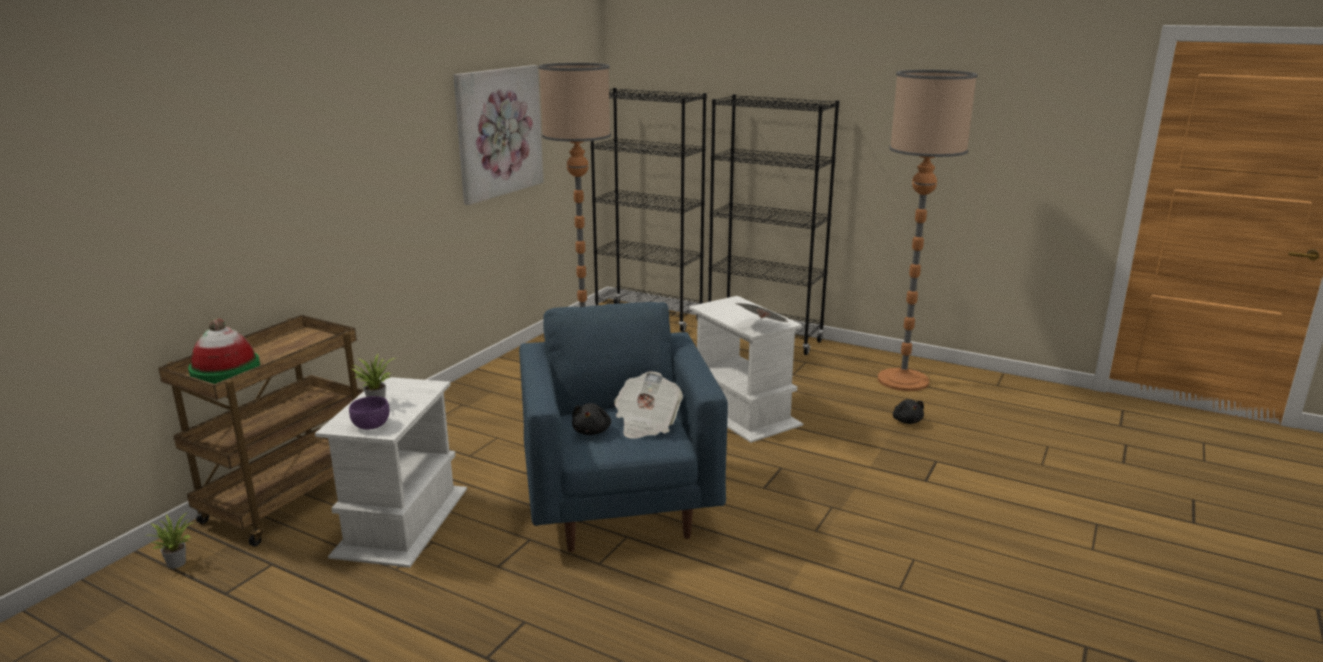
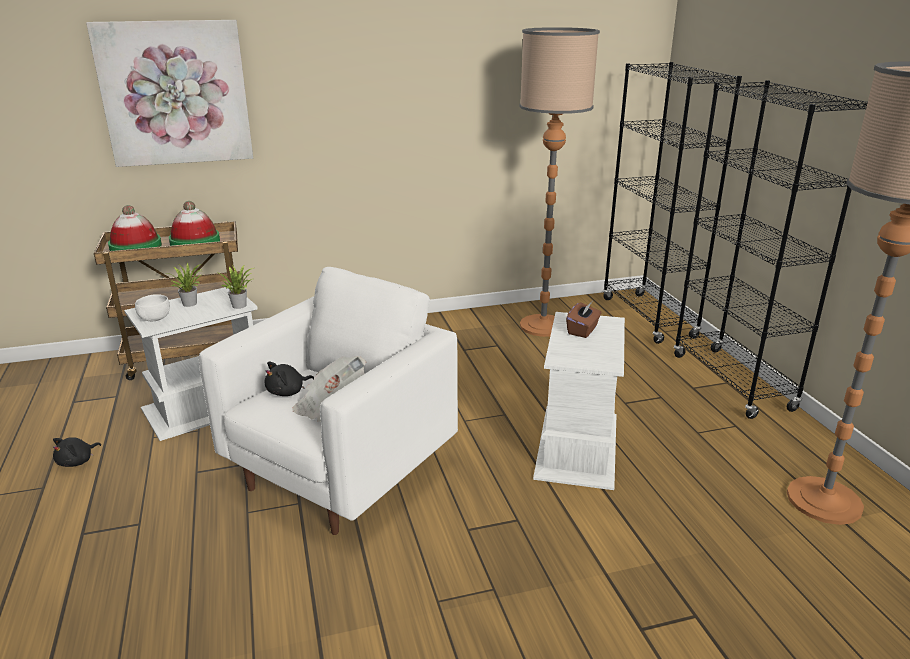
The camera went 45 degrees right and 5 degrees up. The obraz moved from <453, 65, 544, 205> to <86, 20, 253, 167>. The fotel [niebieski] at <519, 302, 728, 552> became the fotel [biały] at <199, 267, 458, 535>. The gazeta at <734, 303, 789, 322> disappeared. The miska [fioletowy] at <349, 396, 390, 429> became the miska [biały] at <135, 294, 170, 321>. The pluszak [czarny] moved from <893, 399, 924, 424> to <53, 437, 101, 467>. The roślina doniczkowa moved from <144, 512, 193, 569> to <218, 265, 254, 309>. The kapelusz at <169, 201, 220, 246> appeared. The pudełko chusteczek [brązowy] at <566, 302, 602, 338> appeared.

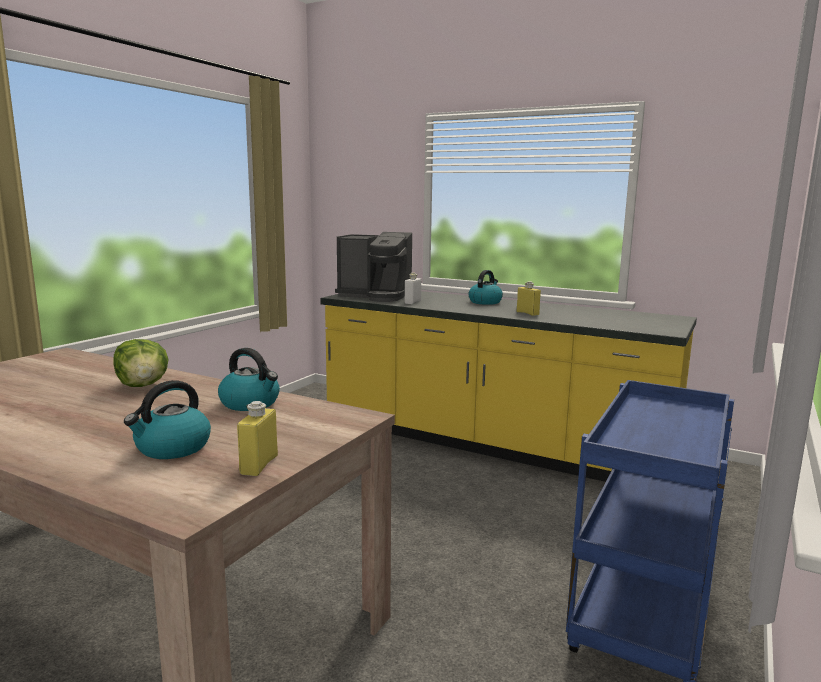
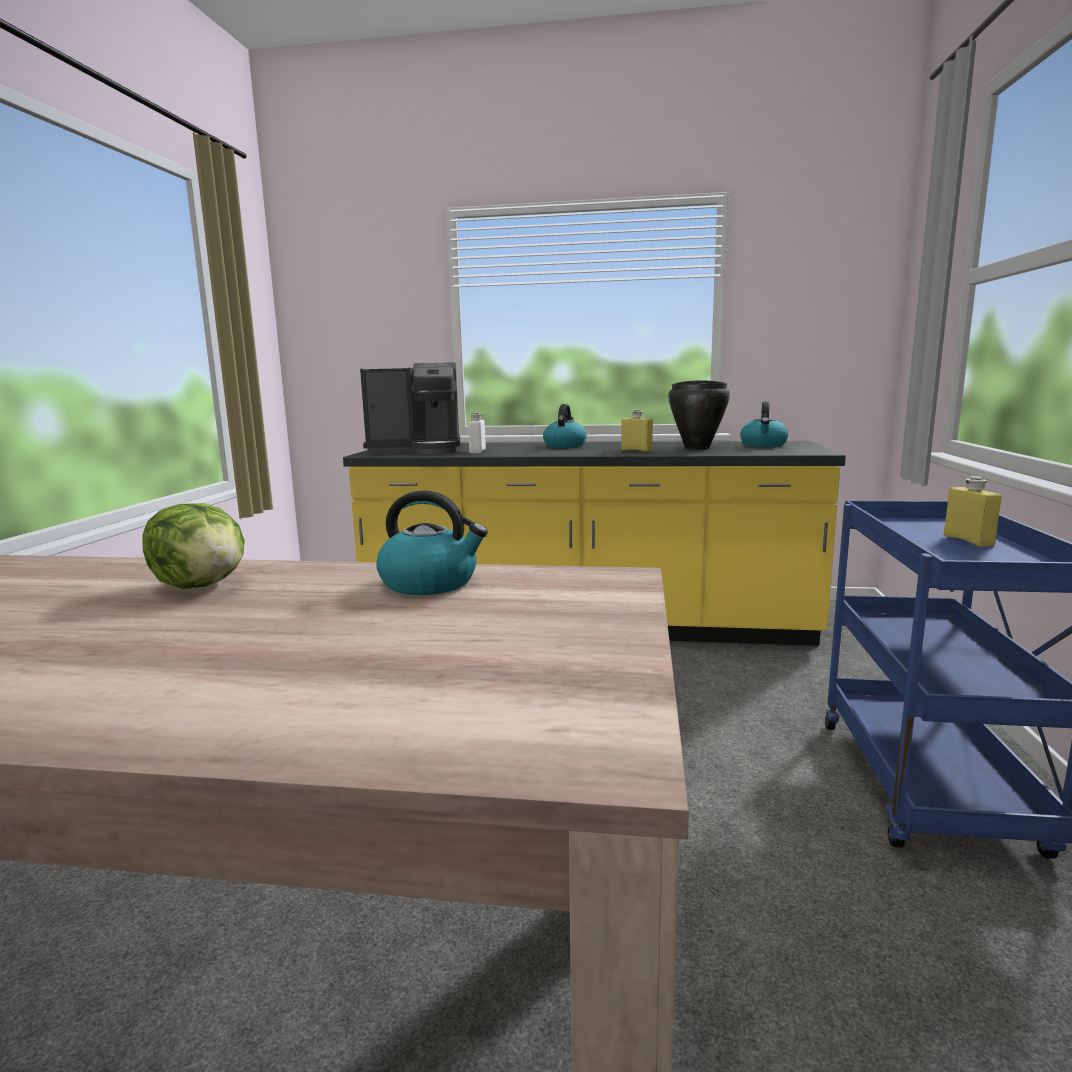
The camera went 20 degrees left and 0 degrees up. The czajnik moved from <124, 380, 211, 459> to <740, 401, 788, 447>. The butelka [żółty] moved from <237, 401, 278, 476> to <944, 476, 1002, 547>. The garnek [czarny] at <668, 380, 730, 450> appeared.

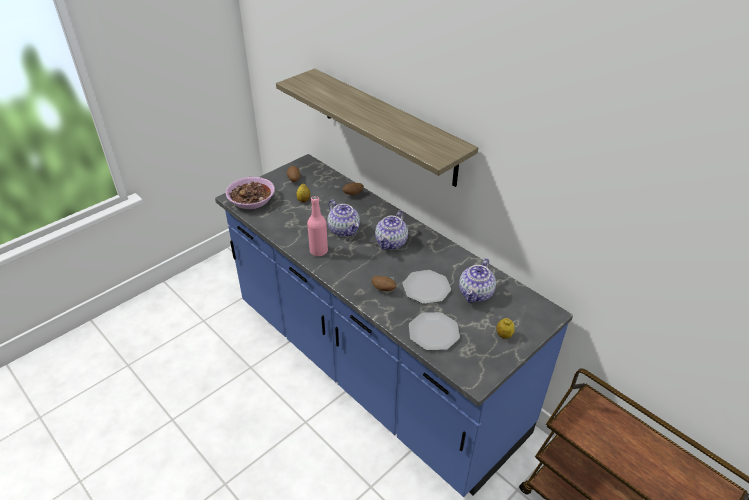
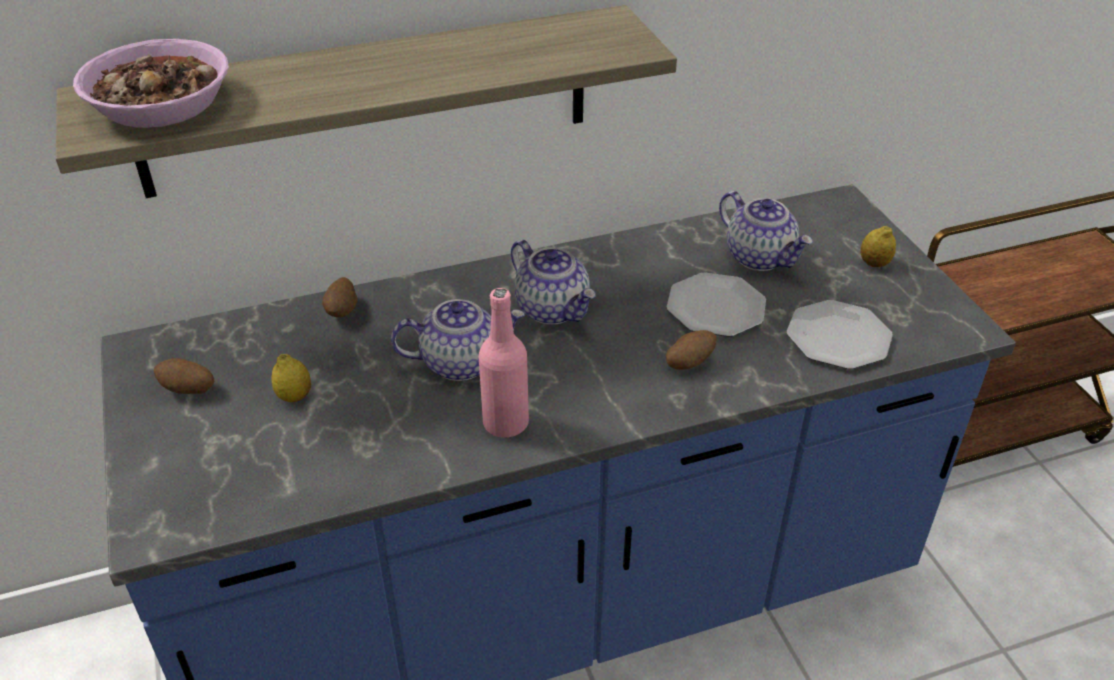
The camera went 65 degrees left and 0 degrees up. The miska moved from <225, 177, 275, 209> to <73, 39, 229, 128>.

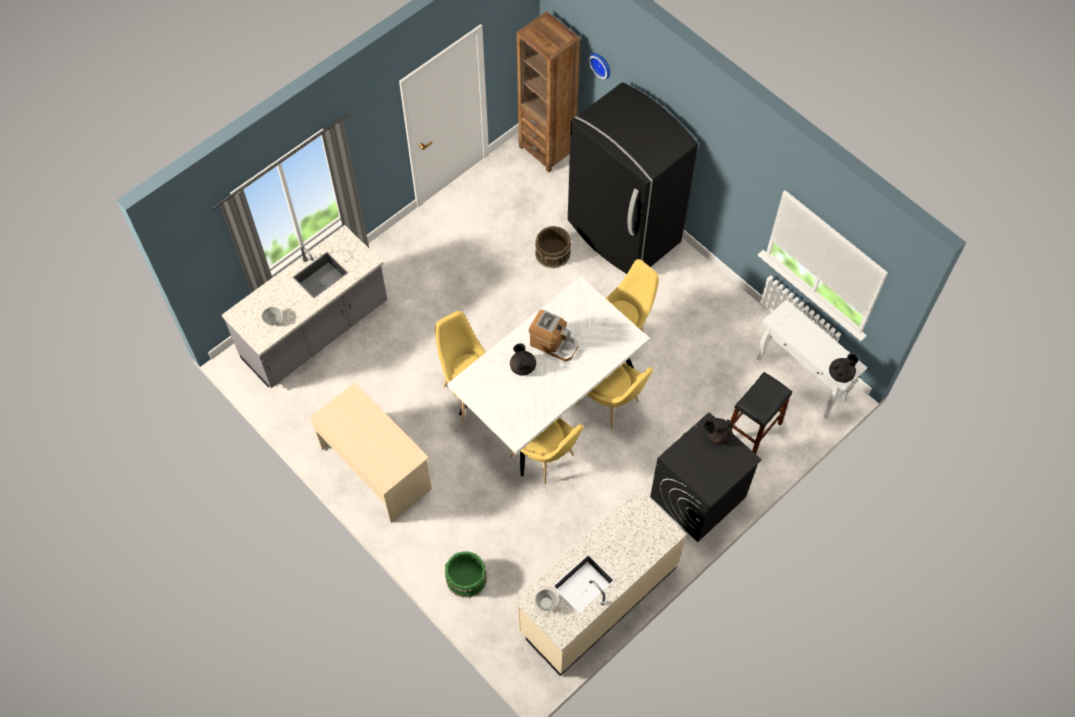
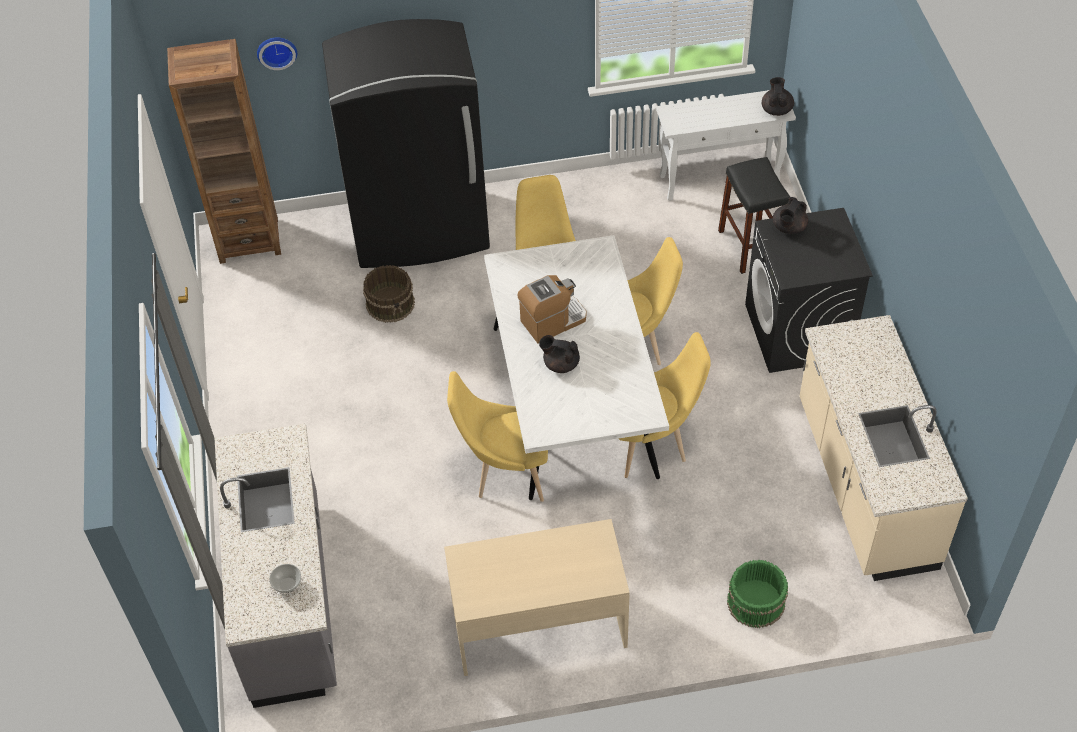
The camera went 55 degrees left and 10 degrees down. The miska at <535, 589, 557, 611> disappeared.

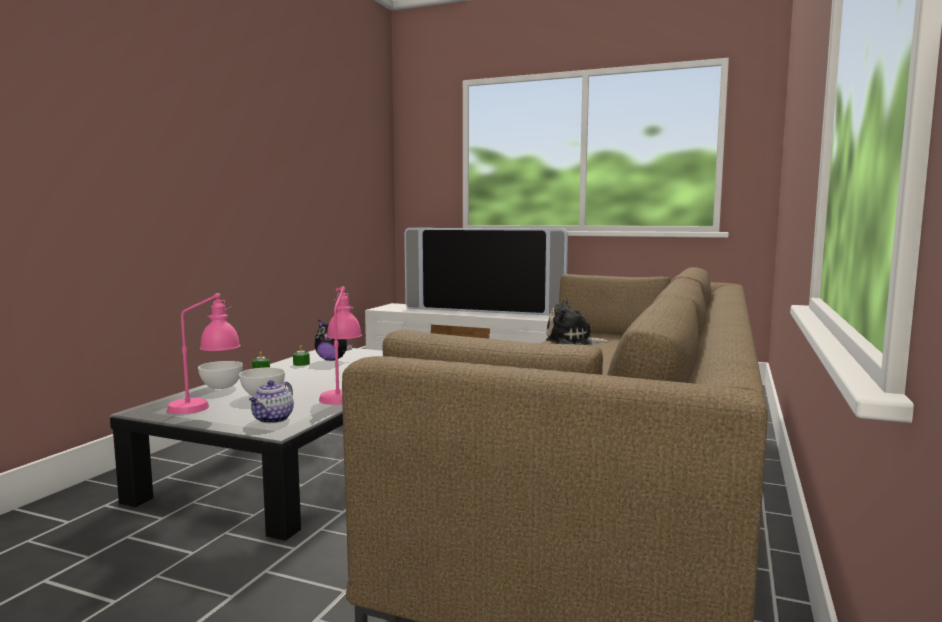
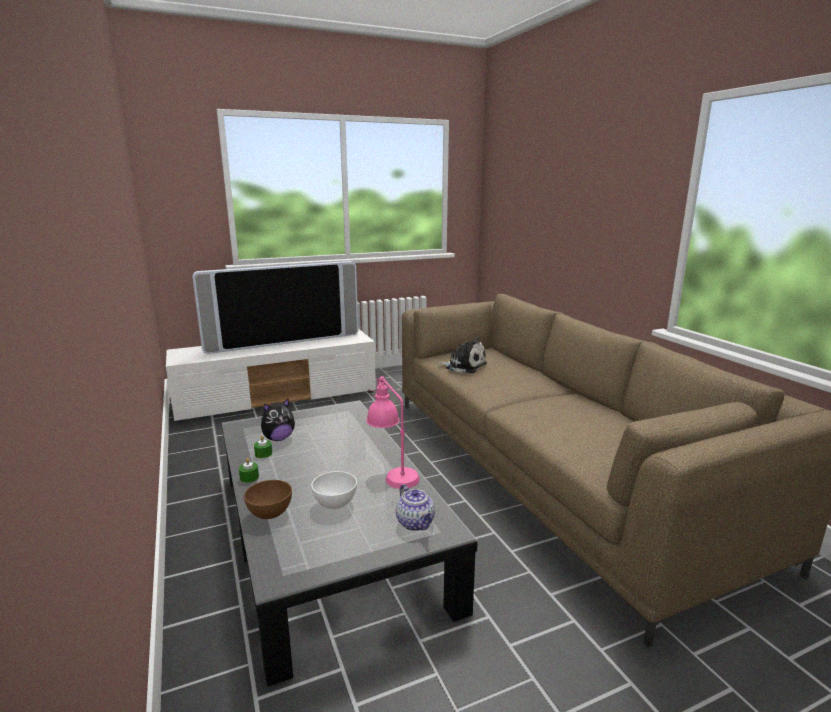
The camera went 45 degrees left and 10 degrees up. The lampa stołowa [różowy] at <167, 293, 241, 414> disappeared. The pluszak at <546, 298, 611, 345> turned 120 degrees counterclockwise. The miska [biały] at <198, 361, 243, 389> became the miska [brązowy] at <244, 480, 292, 519>.

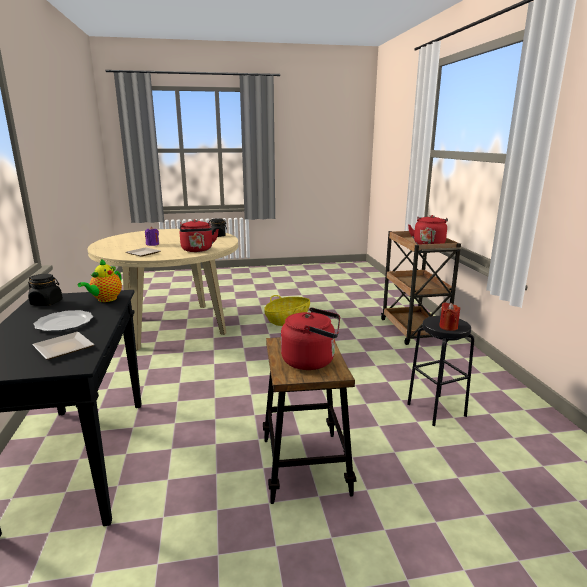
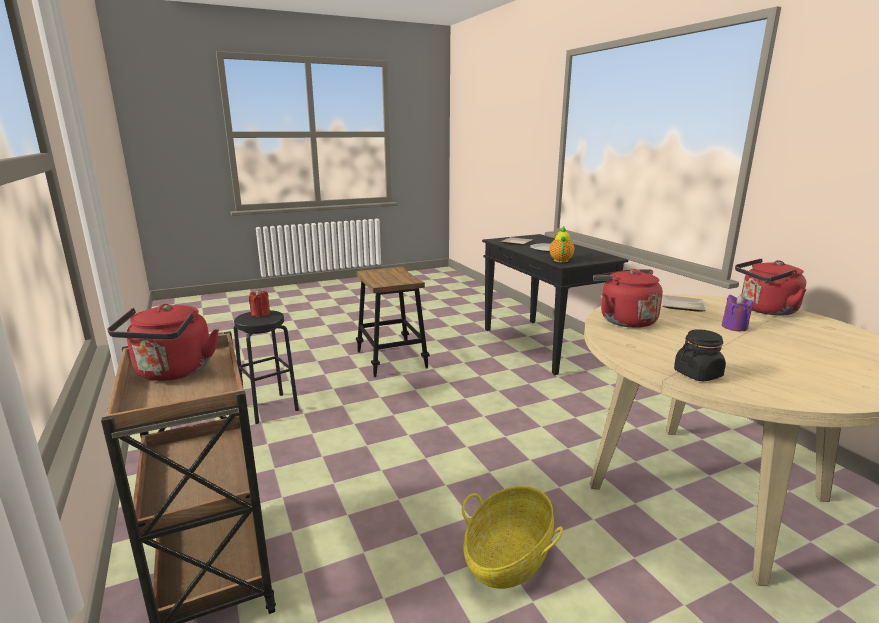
The camera went 165 degrees right and 0 degrees up. The słoik [czarny] at <28, 274, 63, 306> disappeared. The czajnik [czerwony] moved from <281, 307, 340, 370> to <735, 259, 806, 316>.

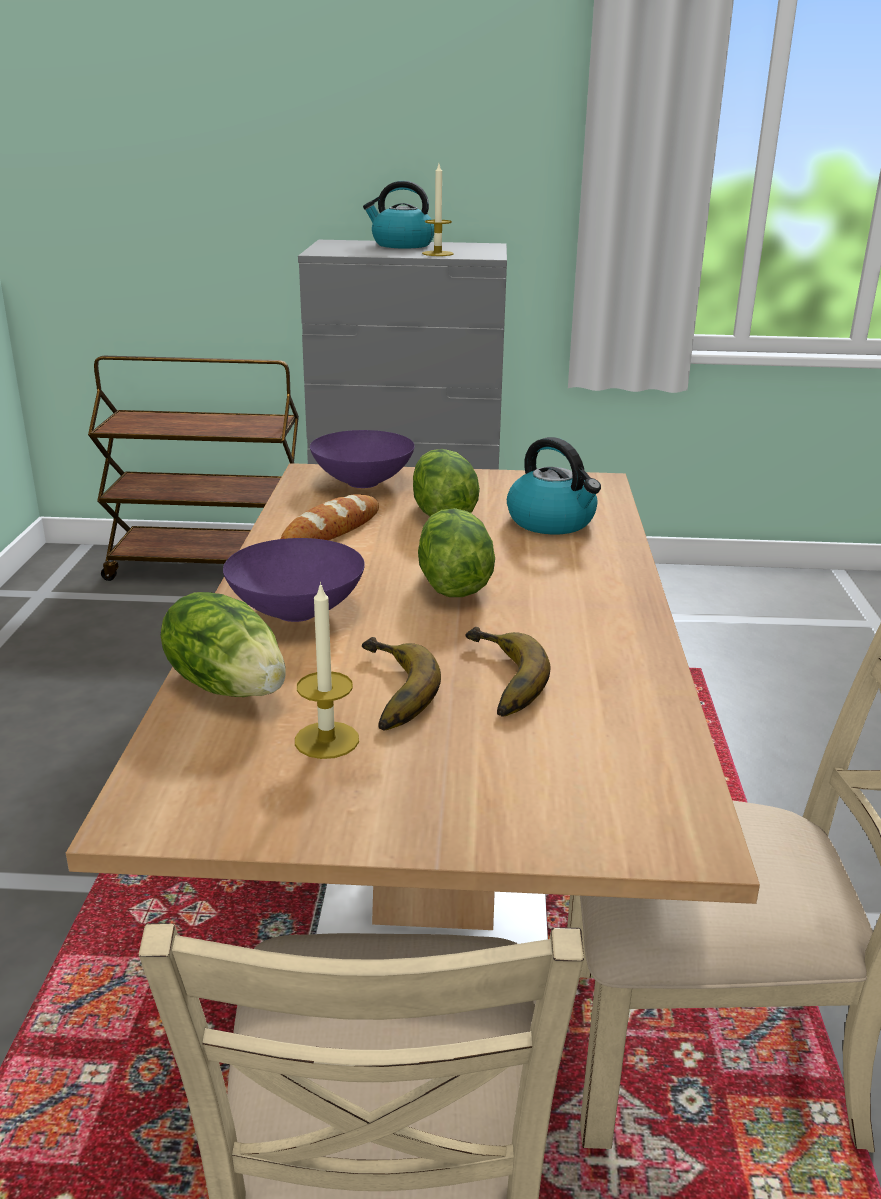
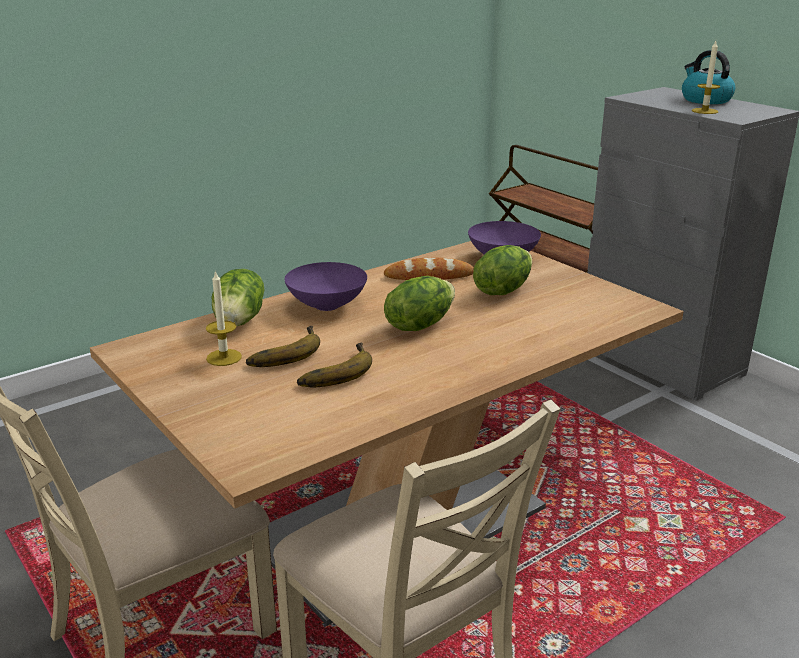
The camera went 50 degrees right and 0 degrees up. The czajnik at <507, 437, 601, 534> disappeared.

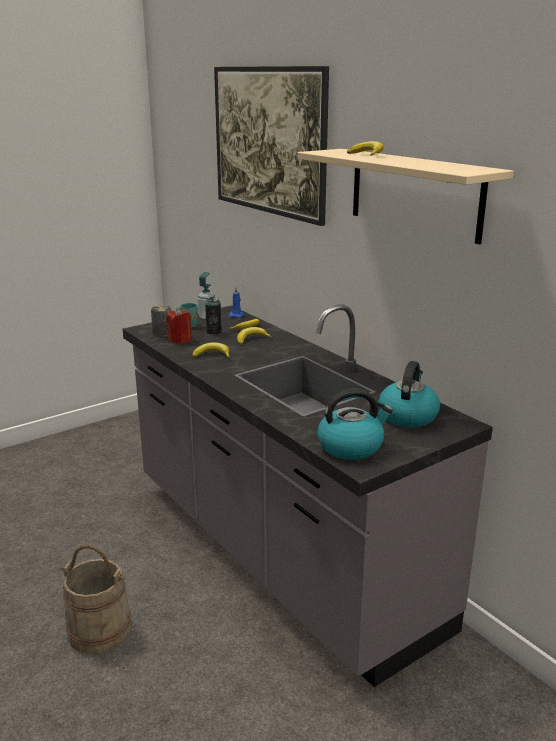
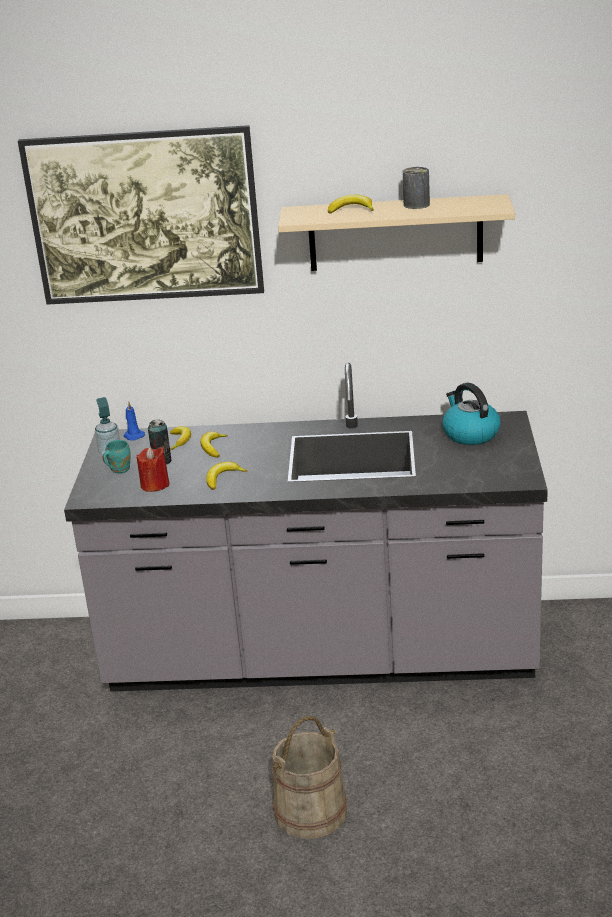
The camera went 50 degrees left and 5 degrees up. The puszka moved from <151, 305, 171, 337> to <403, 167, 430, 209>. The czajnik at <317, 388, 393, 460> disappeared.

